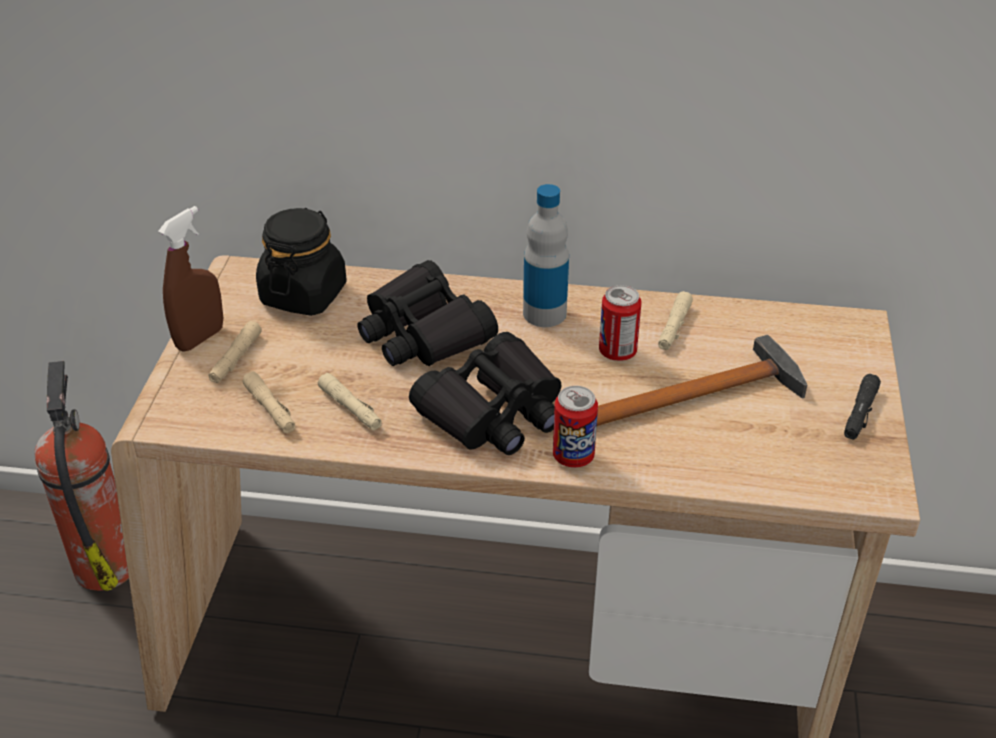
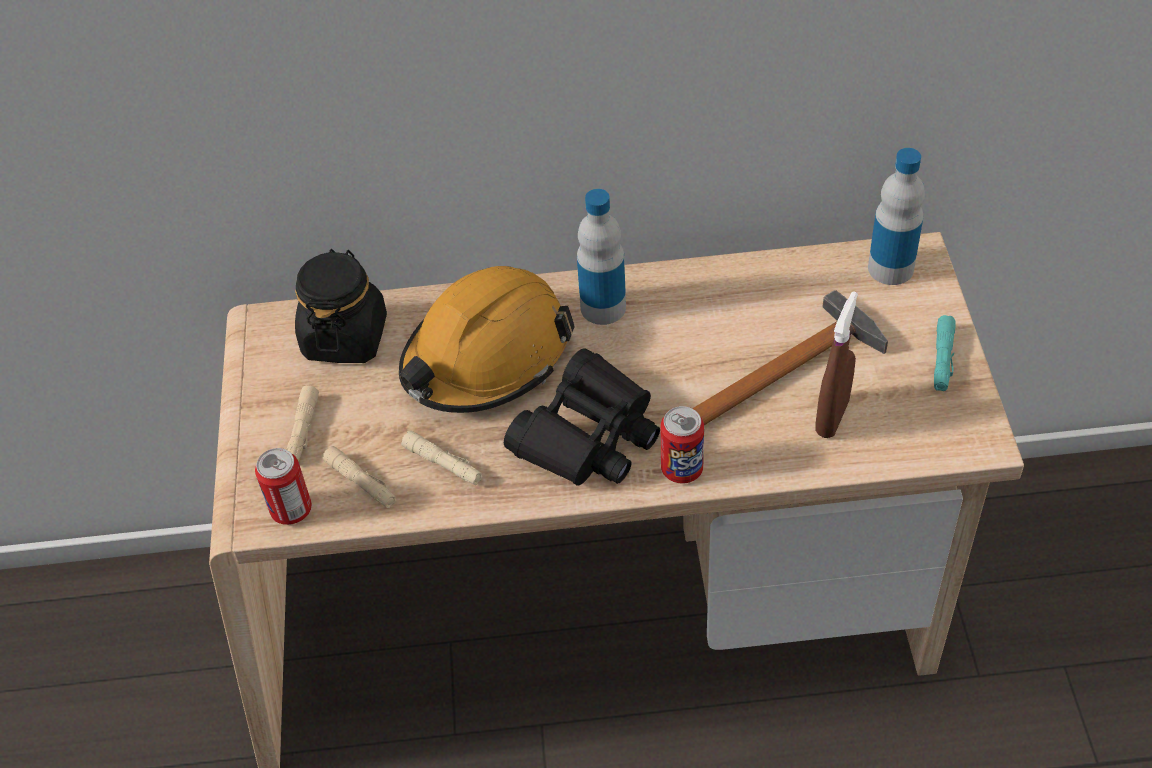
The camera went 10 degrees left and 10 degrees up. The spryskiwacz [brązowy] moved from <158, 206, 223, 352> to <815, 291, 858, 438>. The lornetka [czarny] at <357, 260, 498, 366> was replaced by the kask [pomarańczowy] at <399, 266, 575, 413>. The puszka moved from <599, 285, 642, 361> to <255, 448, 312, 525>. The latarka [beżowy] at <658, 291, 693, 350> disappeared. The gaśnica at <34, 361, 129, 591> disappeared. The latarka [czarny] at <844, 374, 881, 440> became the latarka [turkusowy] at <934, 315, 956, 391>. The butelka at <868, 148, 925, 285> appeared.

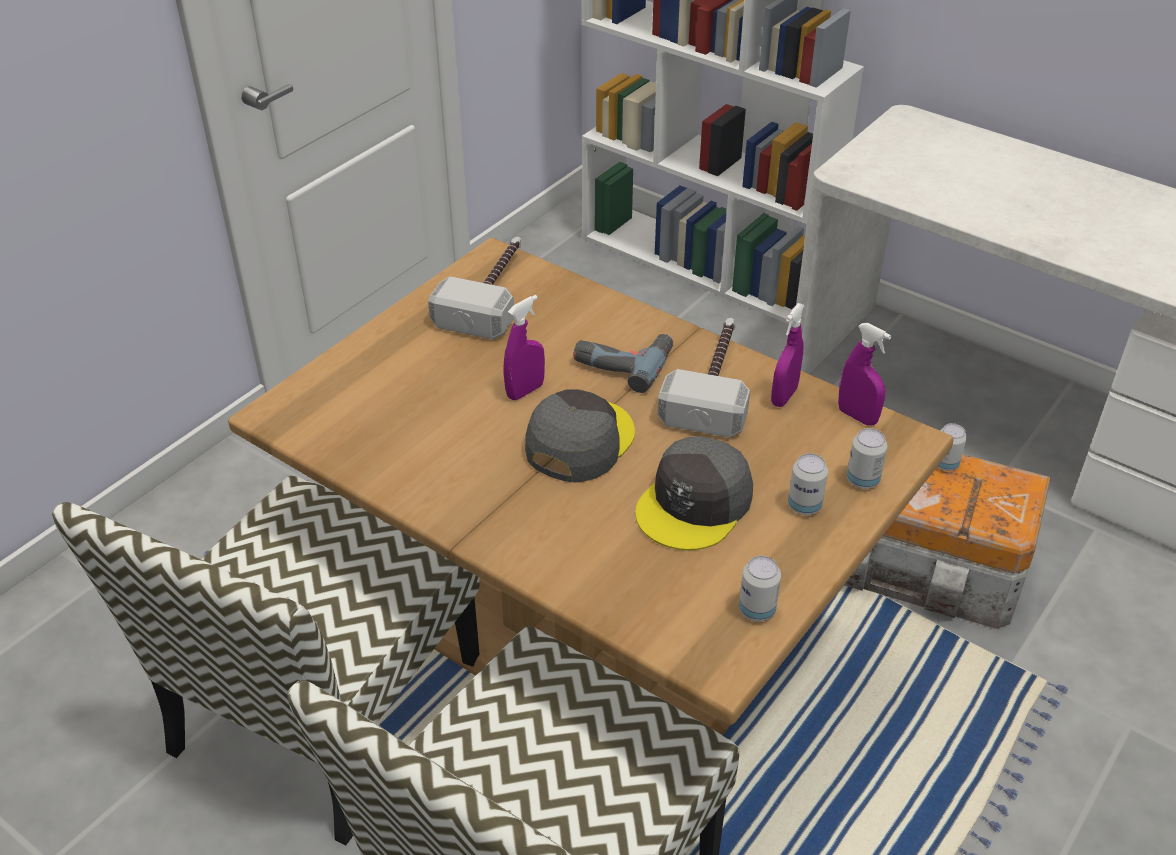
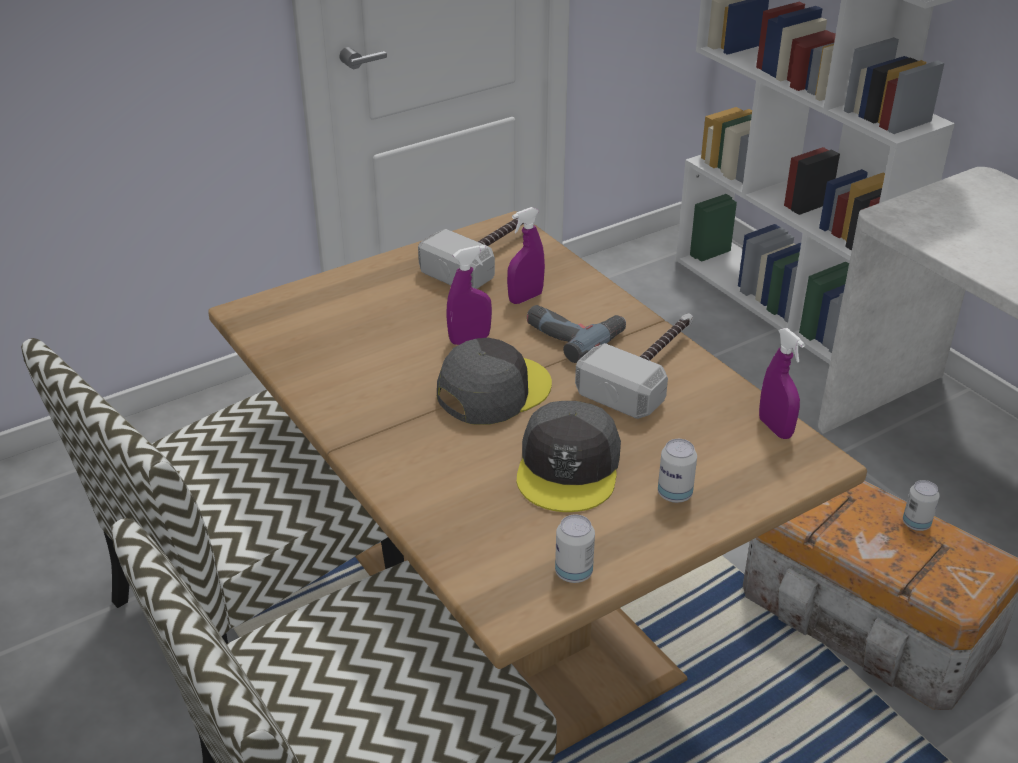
The camera went 20 degrees right and 5 degrees down. The spryskiwacz [fioletowy] moved from <771, 303, 805, 407> to <507, 207, 545, 304>. The puszka at <847, 428, 887, 489> disappeared. The czapka z daszkiem [szary] at <636, 436, 753, 550> turned 45 degrees counterclockwise.

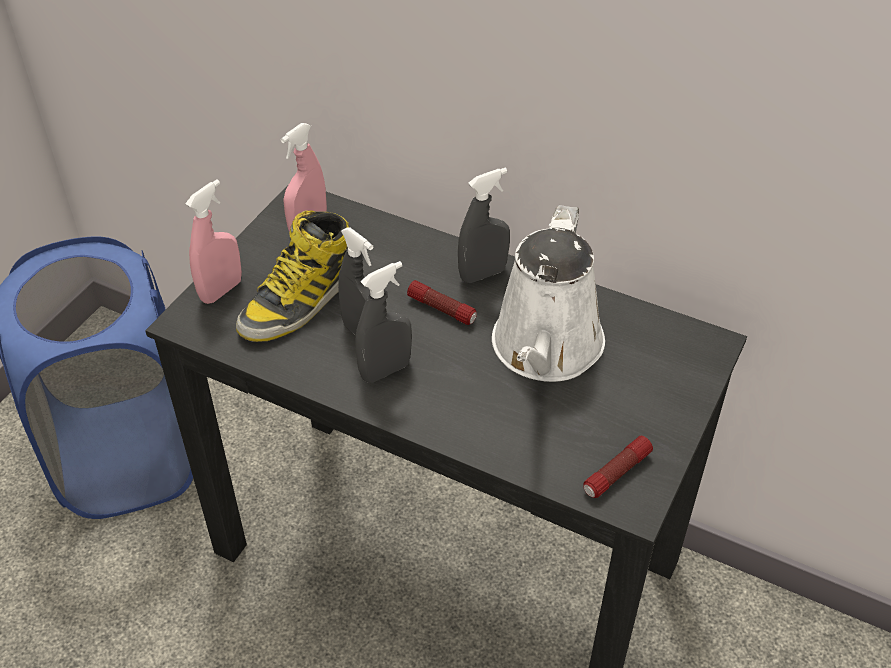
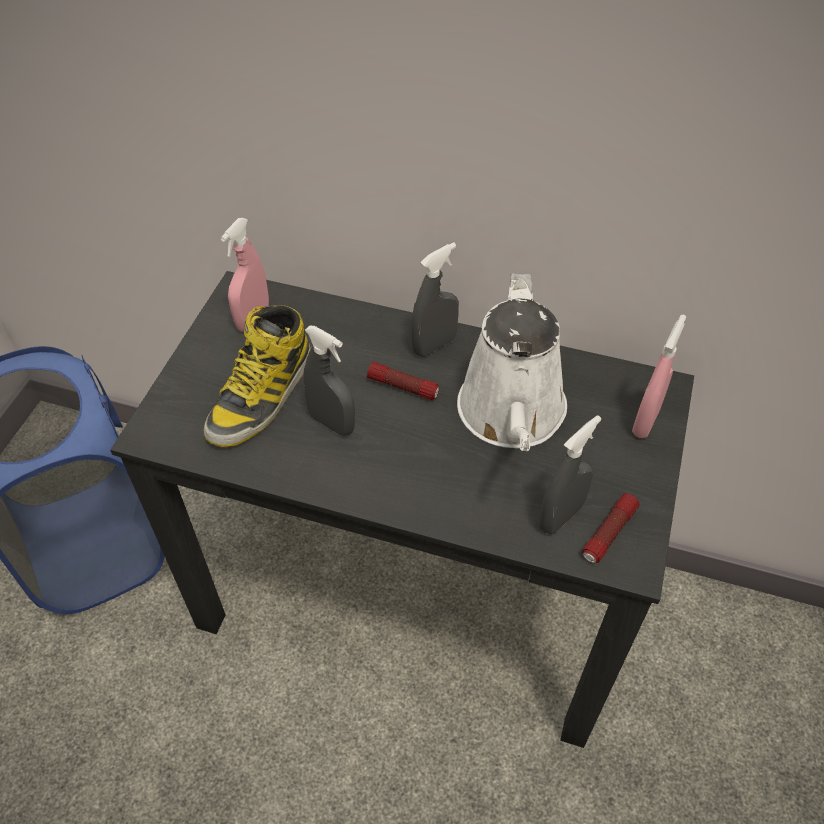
The camera went 10 degrees left and 5 degrees up. The spryskiwacz [różowy] moved from <185, 179, 242, 304> to <632, 315, 686, 438>. The spryskiwacz [szary] moved from <355, 261, 412, 383> to <539, 415, 601, 534>.

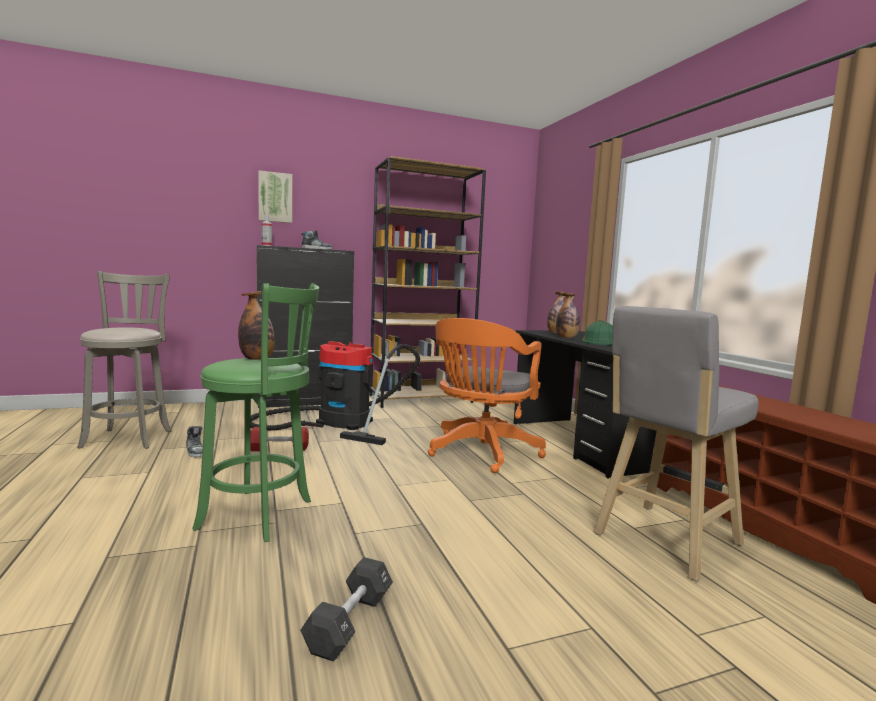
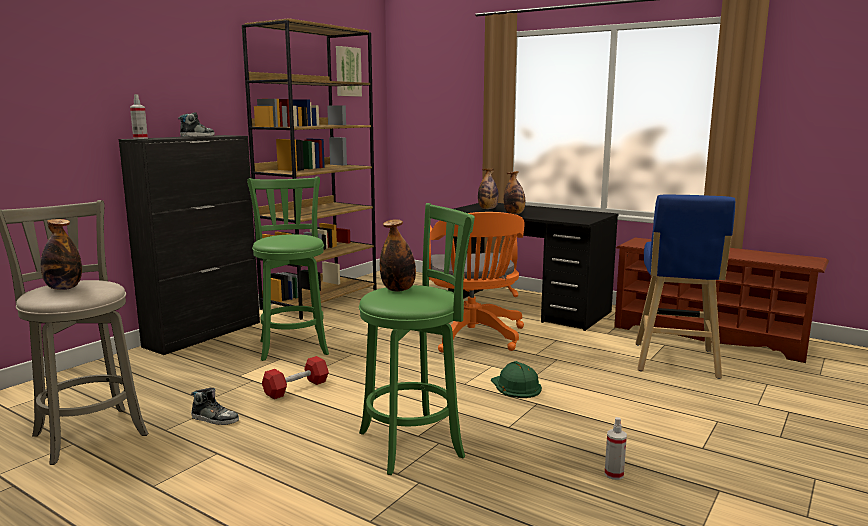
The camera went 35 degrees left and 5 degrees up. The obraz moved from <258, 170, 292, 223> to <336, 46, 362, 96>. The stołek [szary] at <594, 306, 758, 581> became the stołek [niebieski] at <636, 194, 735, 379>. The kask [zielony] moved from <581, 320, 613, 345> to <491, 361, 542, 398>. The odkurzacz at <251, 341, 420, 445> was replaced by the stołek [zielony] at <247, 177, 329, 361>. The hantel [czarny] at <300, 557, 393, 662> was replaced by the spryskiwacz at <605, 417, 627, 480>. The butelka at <41, 219, 82, 290> appeared.

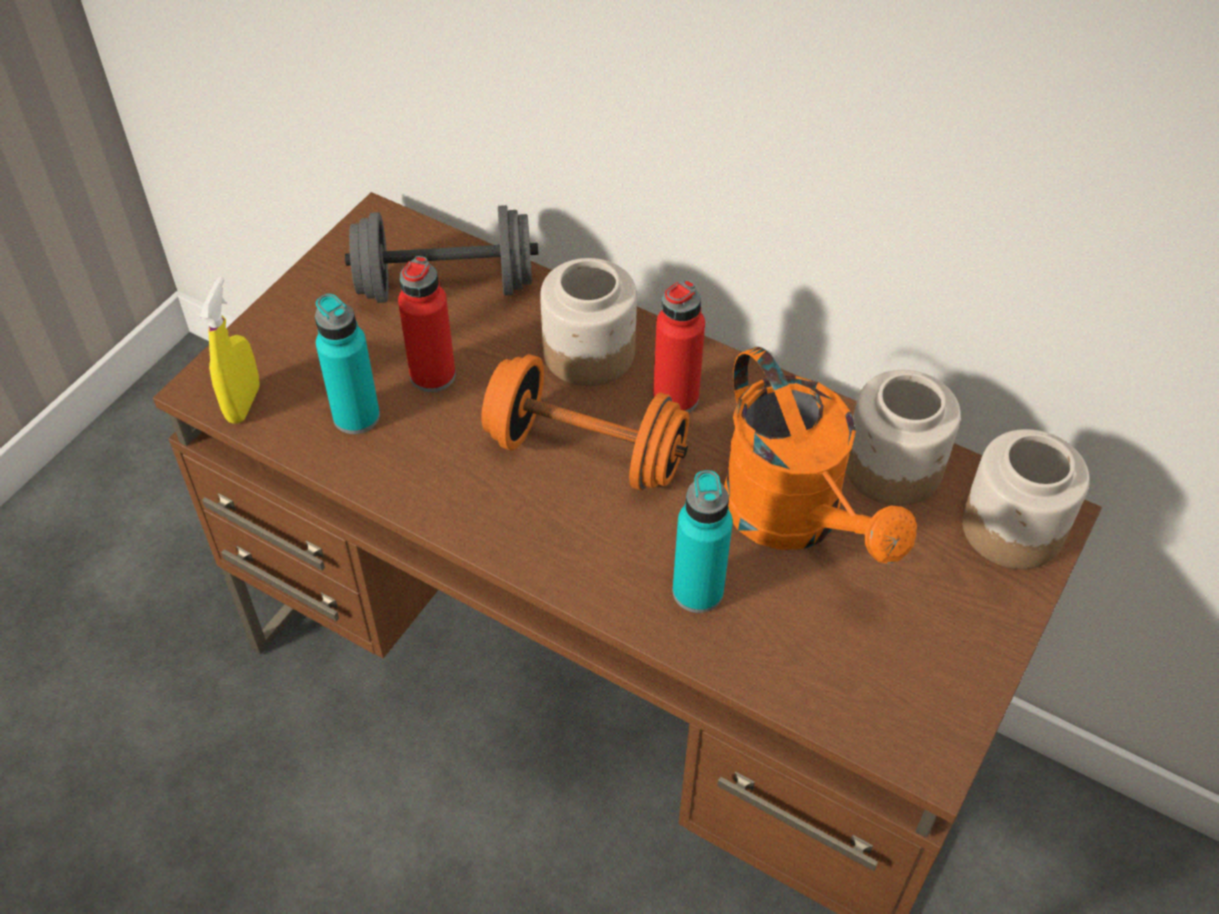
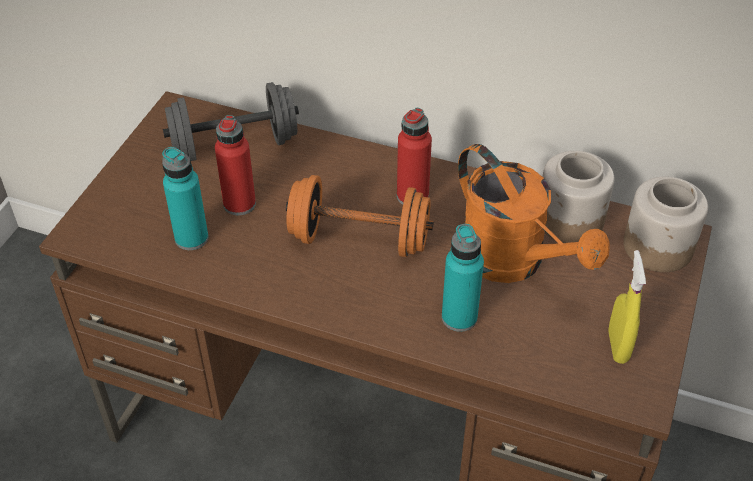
The camera went 10 degrees left and 5 degrees down. The słoik at <540, 258, 637, 386> disappeared. The spryskiwacz [żółty] moved from <200, 277, 260, 424> to <608, 250, 646, 364>.

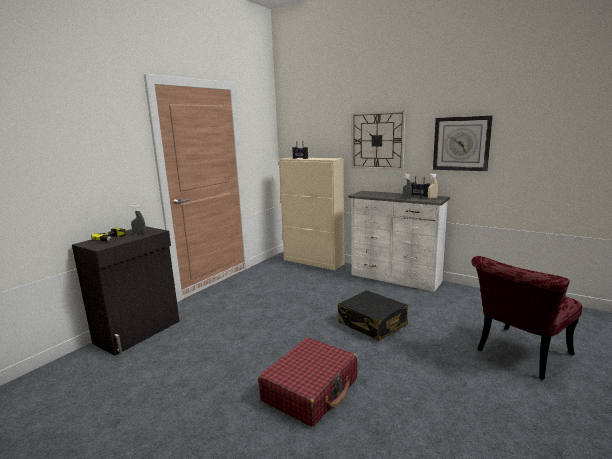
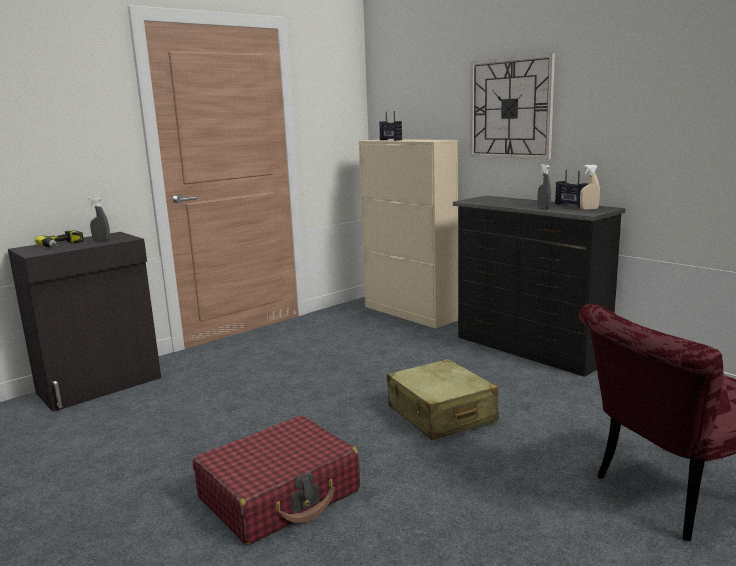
The camera went 15 degrees right and 0 degrees up. The zegar ścienny at <433, 116, 493, 171> disappeared. The komoda [biały] at <348, 191, 450, 292> became the komoda [czarny] at <453, 196, 626, 377>. The walizka [czarny] at <338, 290, 408, 341> became the walizka [beżowy] at <387, 359, 499, 440>.

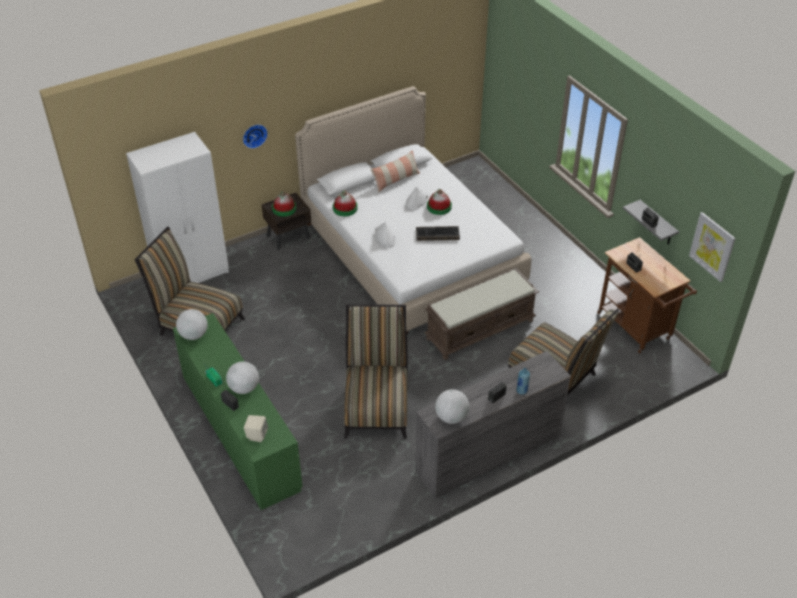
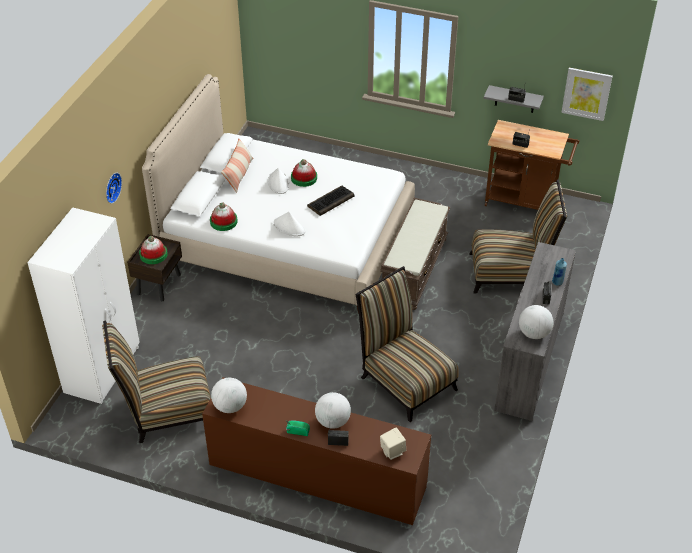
The camera went 40 degrees left and 0 degrees up. The komoda [zielony] at <173, 313, 303, 510> became the komoda [brązowy] at <202, 377, 431, 525>.

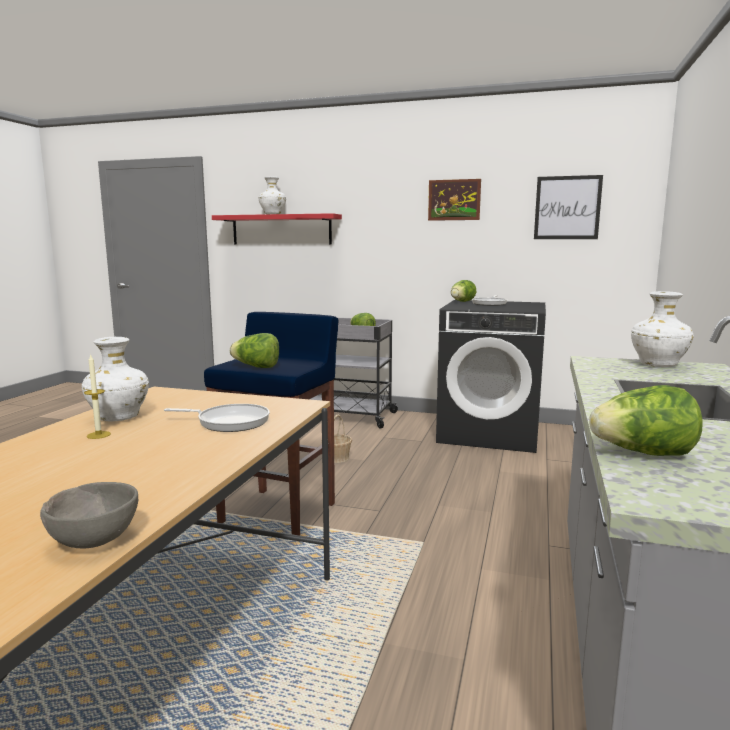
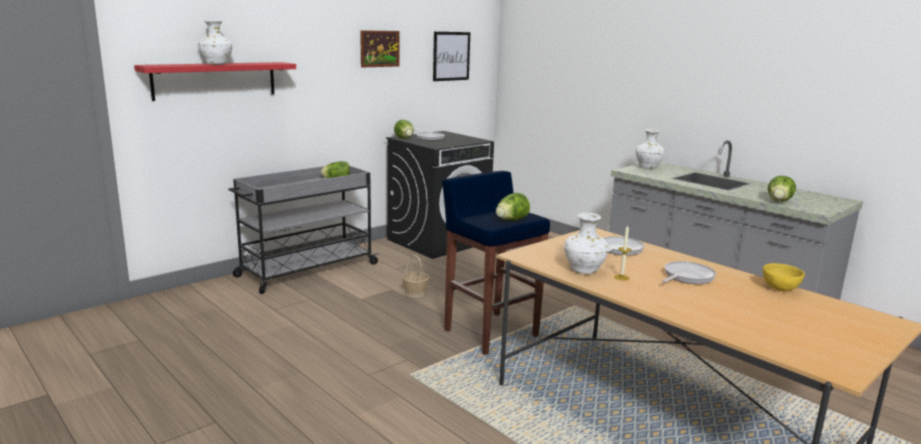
The camera went 60 degrees left and 5 degrees up. The miska [szary] at <40, 482, 138, 549> became the miska [żółty] at <763, 263, 805, 291>. The patelnia at <662, 261, 716, 284> appeared.

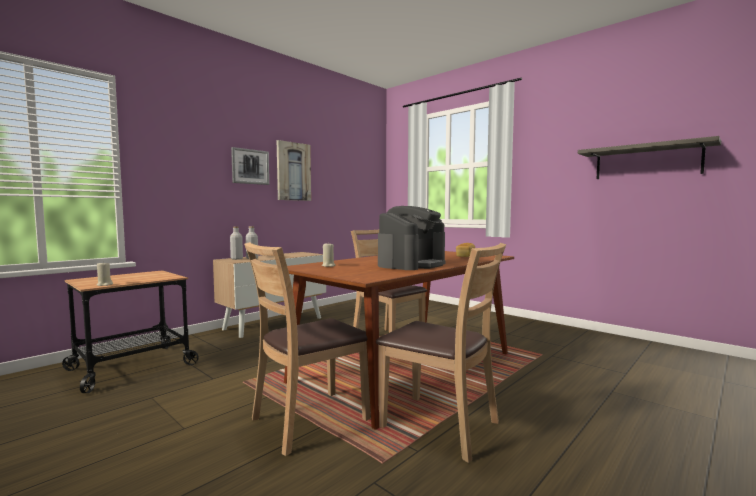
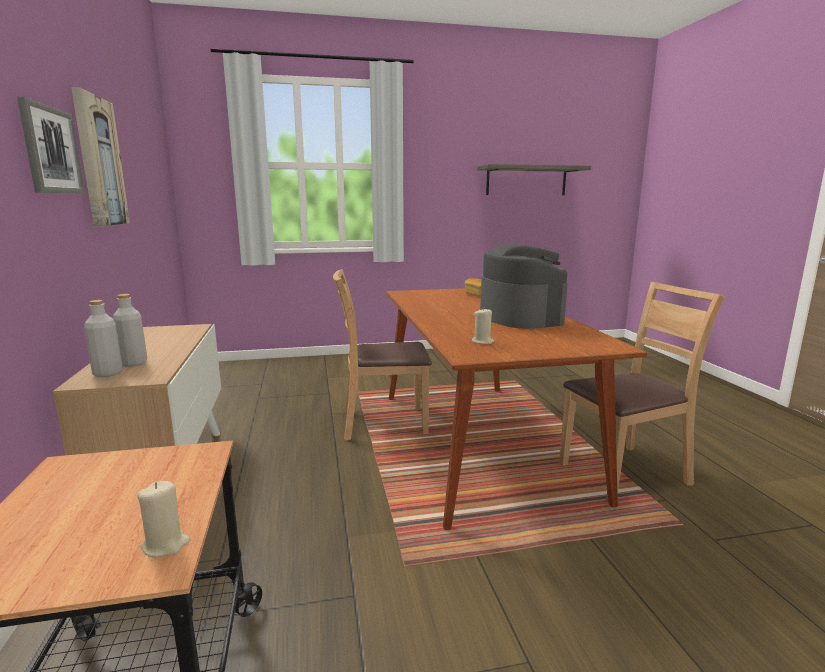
The camera went 55 degrees left and 10 degrees up. The krzesło [brązowy] at <244, 242, 371, 456> disappeared.

